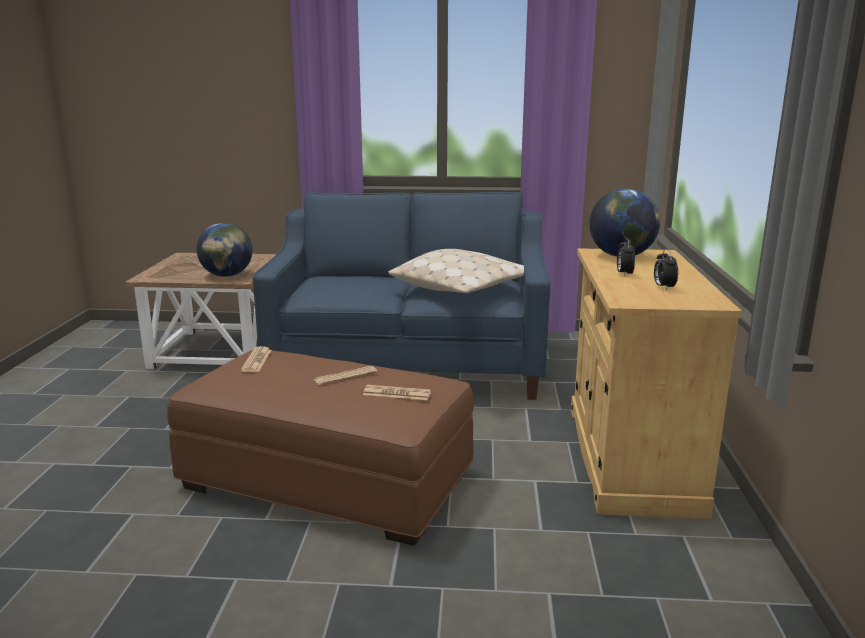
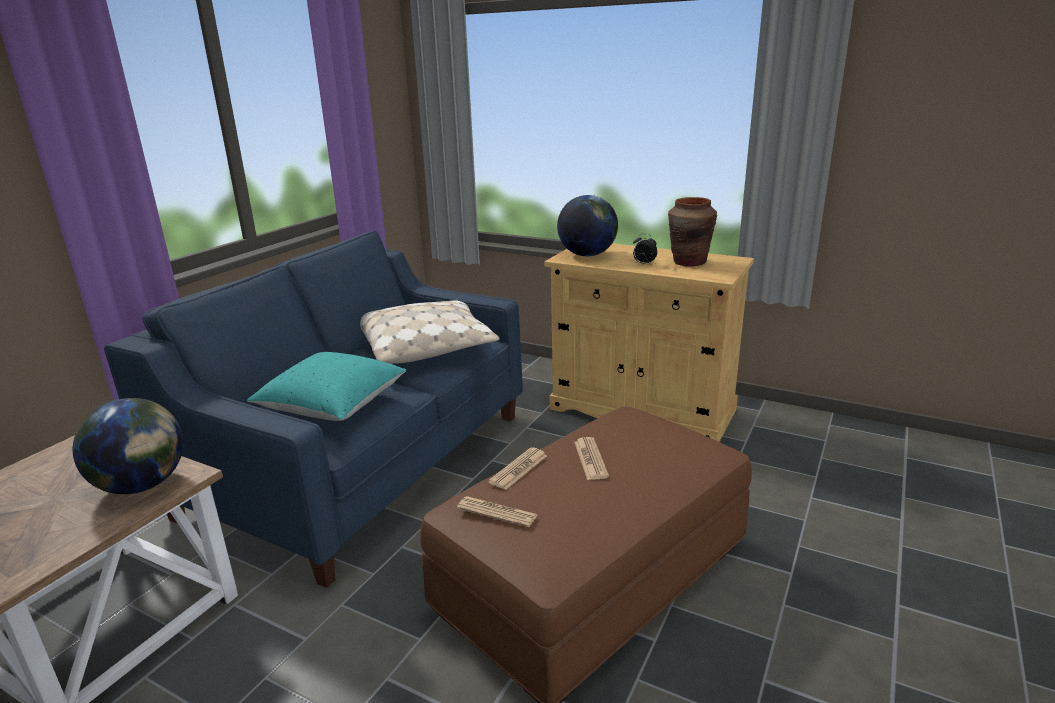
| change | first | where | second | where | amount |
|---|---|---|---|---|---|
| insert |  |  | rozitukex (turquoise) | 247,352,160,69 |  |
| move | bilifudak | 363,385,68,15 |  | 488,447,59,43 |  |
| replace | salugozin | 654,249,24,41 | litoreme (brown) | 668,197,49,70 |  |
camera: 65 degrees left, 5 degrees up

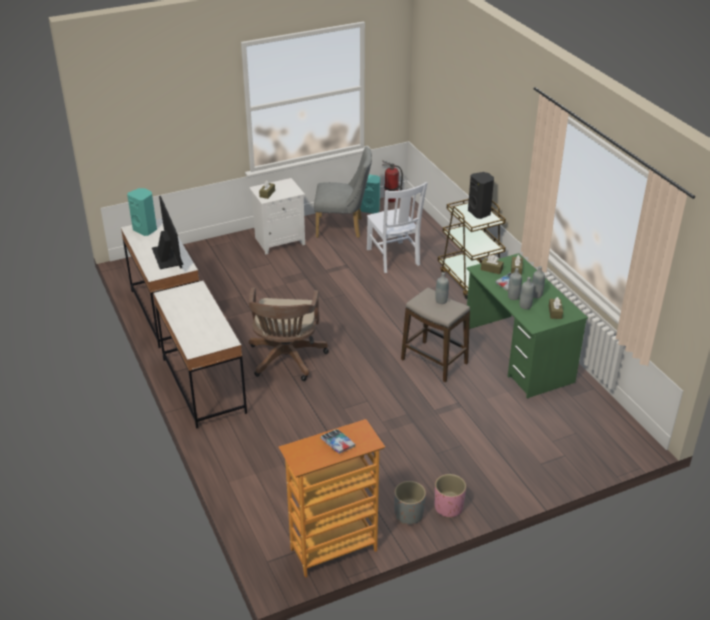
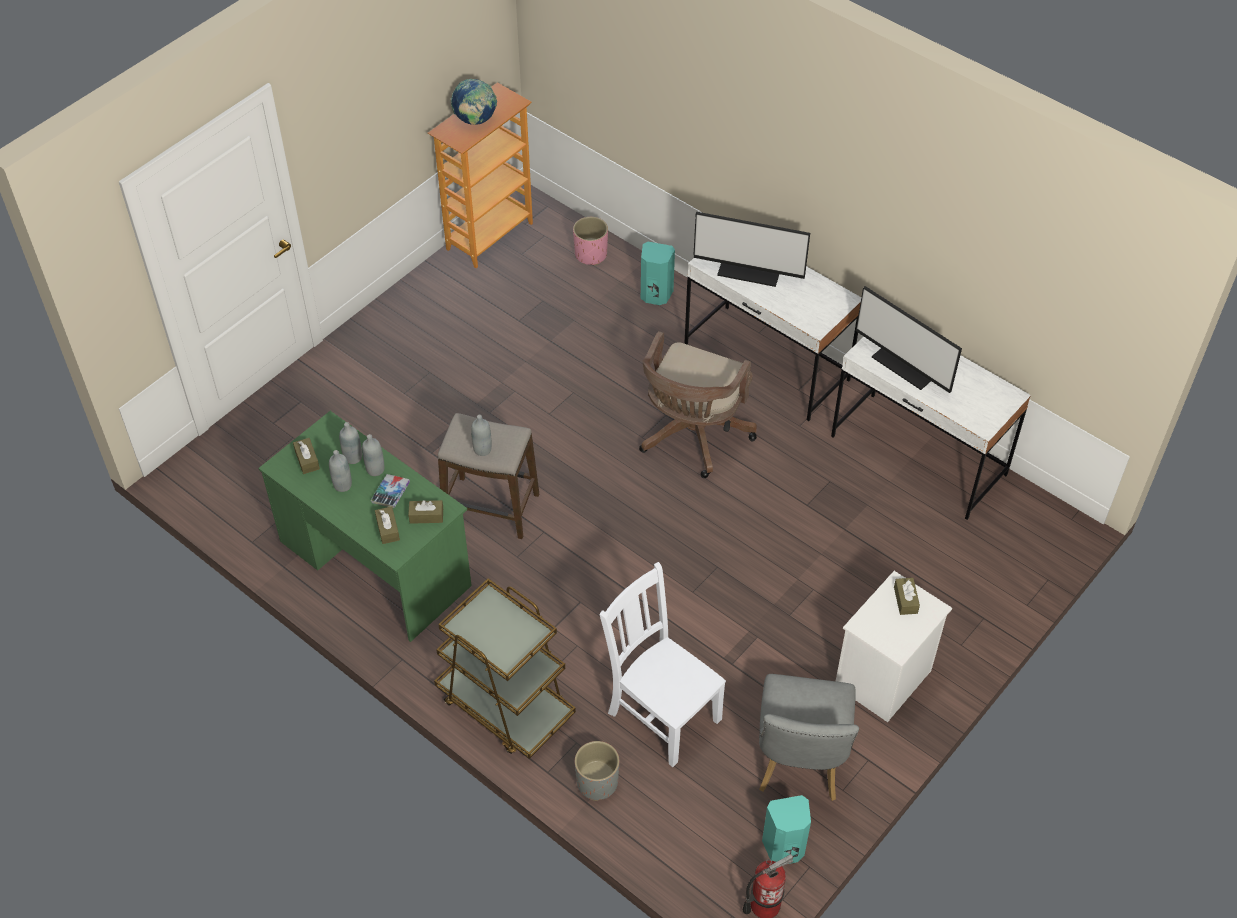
| change | first | where | second | where | amount |
|---|---|---|---|---|---|
| delete | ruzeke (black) | 468,172,26,47 |  |  |  |
| insert |  |  | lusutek | 693,212,117,75 |  |
| move | ruzeke (turquoise) | 127,188,30,48 |  | 641,242,34,63 |  |
| move | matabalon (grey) | 394,481,32,43 |  | 575,741,44,60 |  |
| move | matabalon (pink) | 435,474,31,44 |  | 573,217,35,49 |  |
| replace | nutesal | 321,429,34,25 | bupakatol | 451,79,46,46 |  |
| rotate | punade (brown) | 248,288,81,93 |  | 639,331,118,147 | 135 degrees counterclockwise |
| rotate | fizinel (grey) | 314,146,58,92 |  | 759,674,100,127 | 60 degrees counterclockwise |
camera: 155 degrees right, 15 degrees up

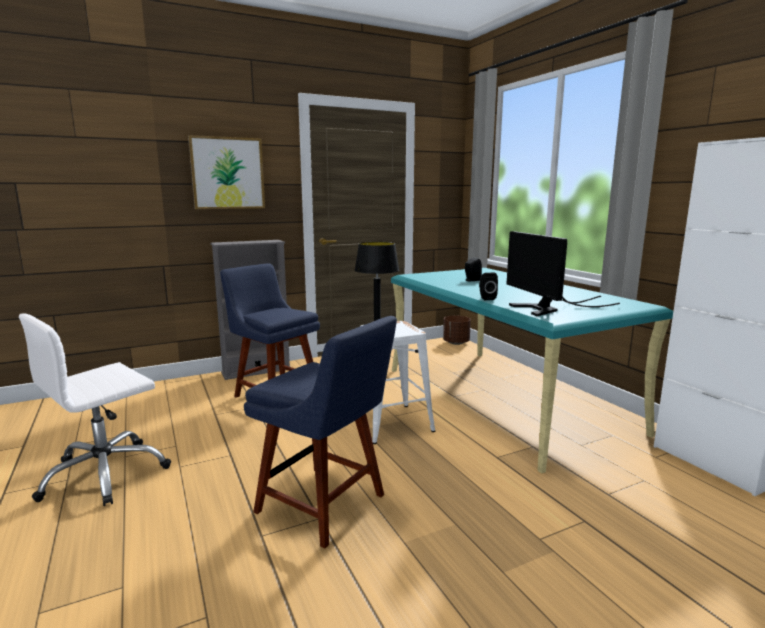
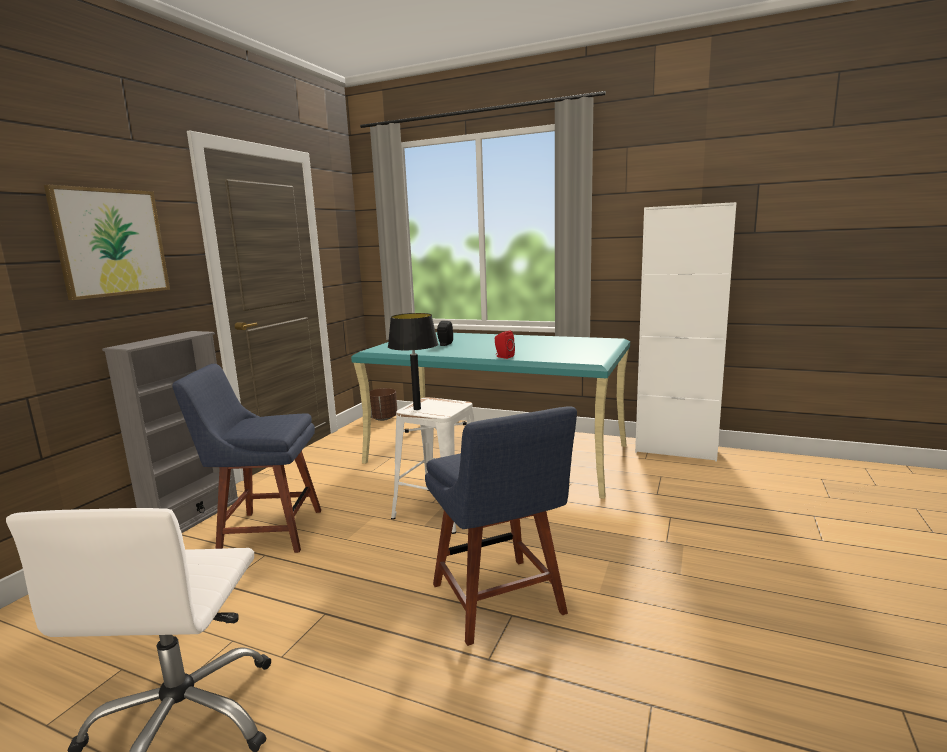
| change | first | where | second | where | amount |
|---|---|---|---|---|---|
| delete | lusutek | 507,231,113,85 |  |  |  |
| recolor | ruzeke (black) | 479,273,19,27 | ruzeke (red) | 495,331,20,28 |  |
| rotate | fizinel (blue) | 244,316,153,232 |  | 425,407,152,239 | 75 degrees clockwise |
camera: 40 degrees left, 0 degrees up

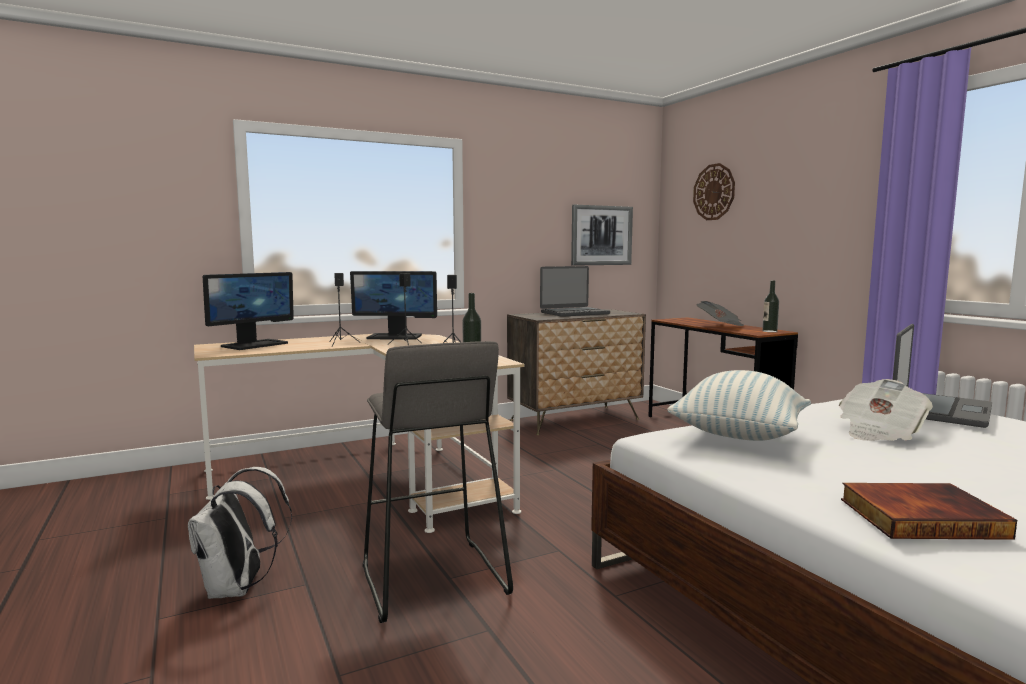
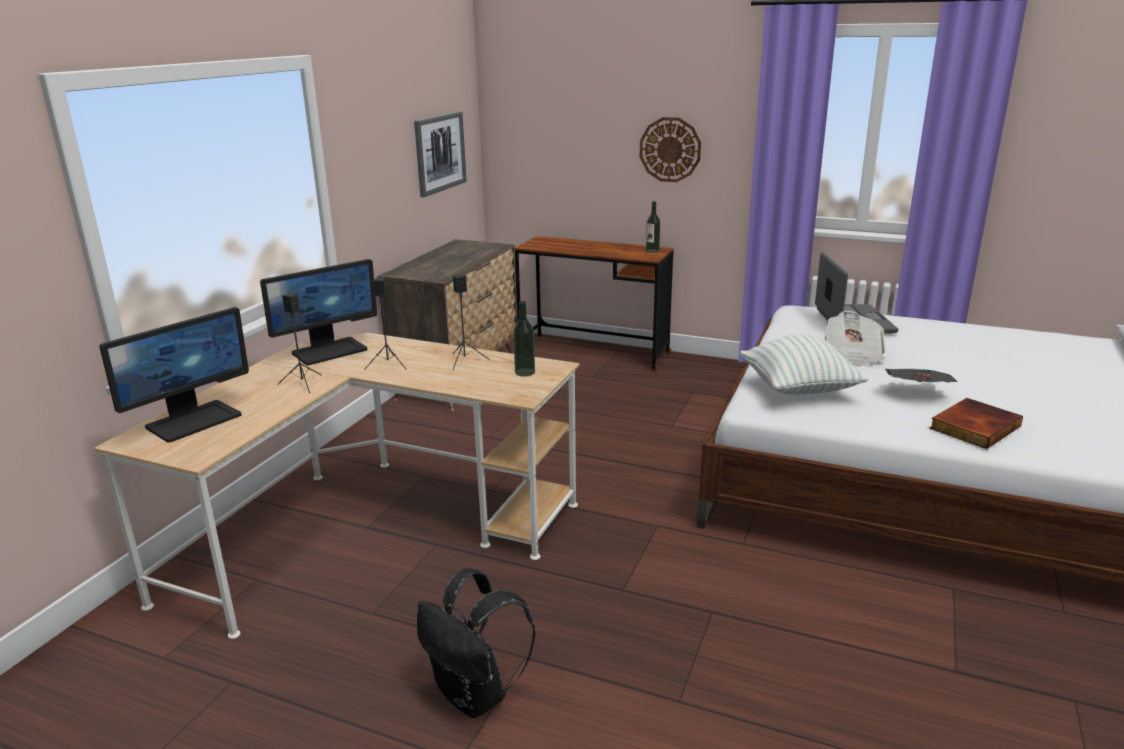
| change | first | where | second | where | amount |
|---|---|---|---|---|---|
| delete | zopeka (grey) | 363,341,150,282 |  |  |  |
| delete | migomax | 540,266,70,51 |  |  |  |
| move | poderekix | 693,163,42,57 |  | 640,117,61,65 |  |
| move | bilifudak | 697,301,47,25 |  | 885,369,72,14 |  |
| recolor | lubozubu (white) | 188,467,104,132 | lubozubu (black) | 417,568,118,150 |  |
| rotate | lusutek | 203,272,91,78 |  | 99,307,150,135 | 45 degrees clockwise |
camera: 40 degrees left, 15 degrees up

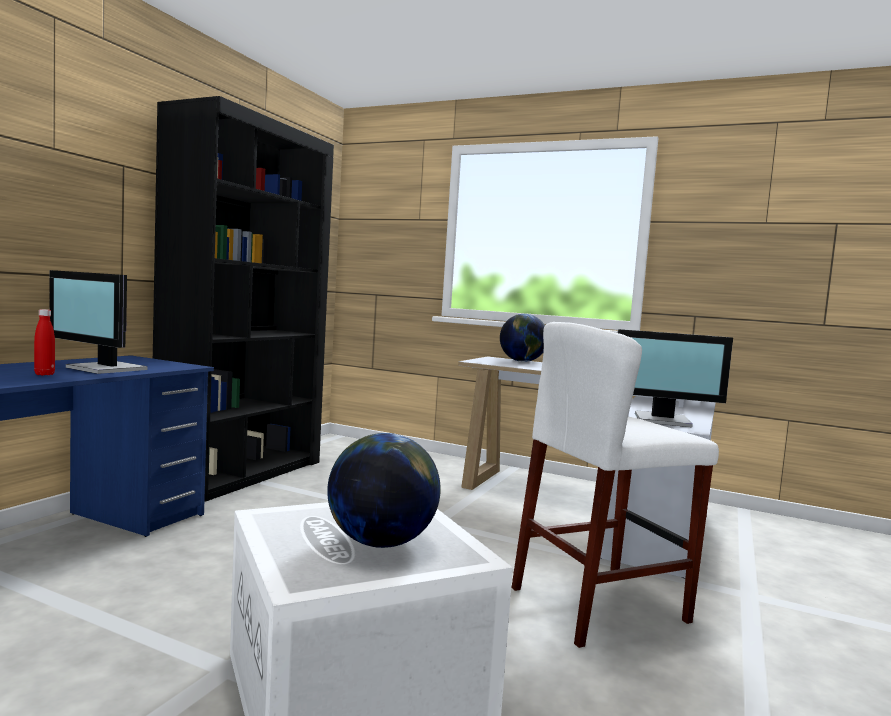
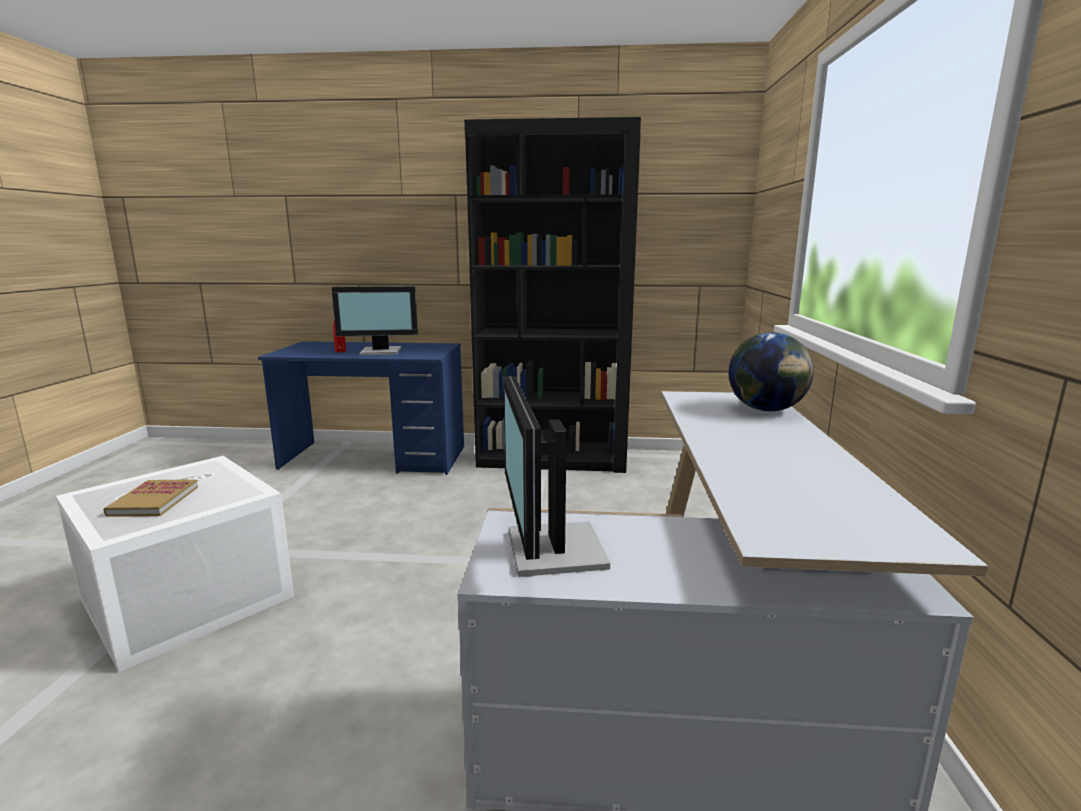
| change | first | where | second | where | amount |
|---|---|---|---|---|---|
| delete | zopeka (white) | 511,322,208,326 |  |  |  |
| replace | bupakatol | 327,433,114,115 | nutesal | 103,479,95,38 |  |
| rotate | lusutek | 49,270,98,104 |  | 331,286,87,70 | 105 degrees counterclockwise |
camera: 70 degrees right, 10 degrees up

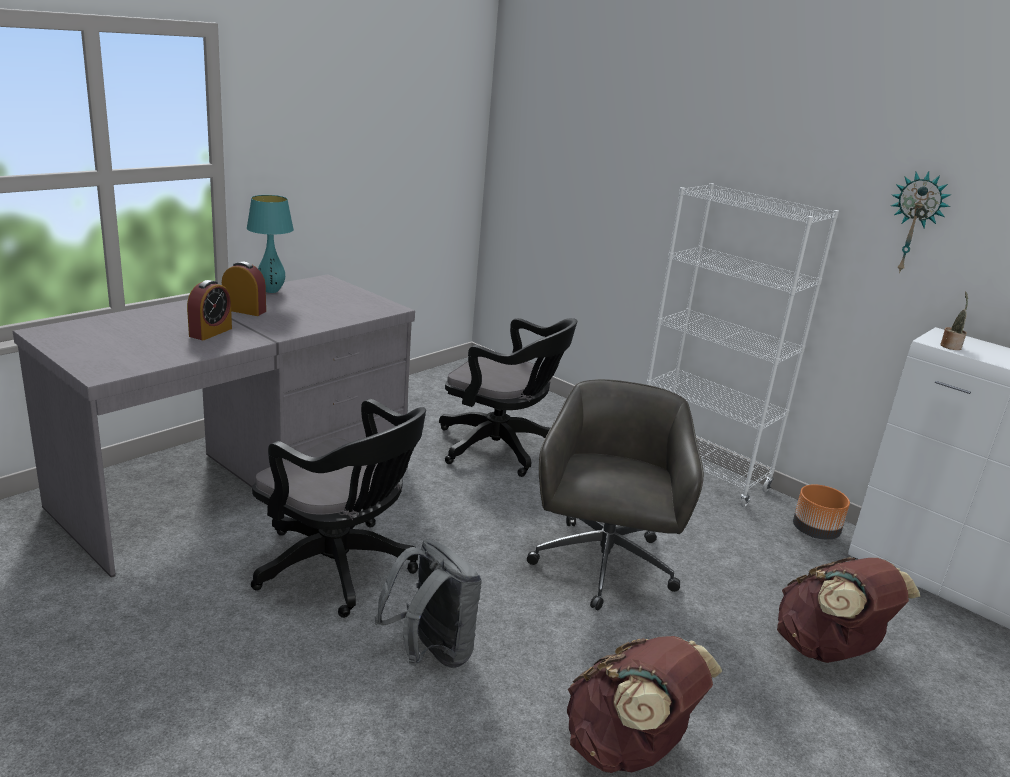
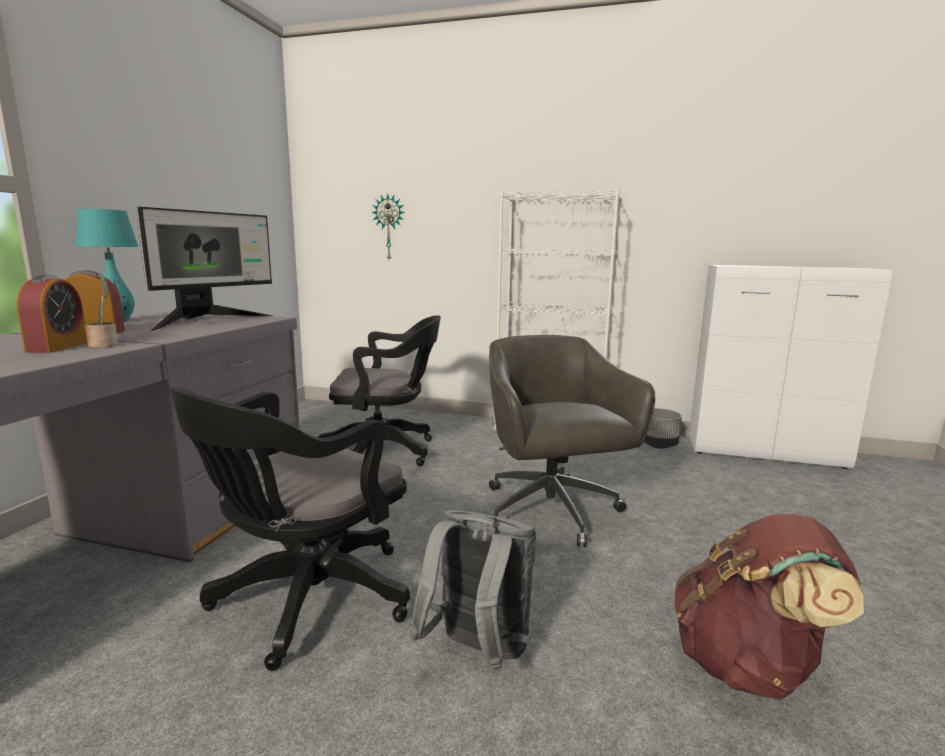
| change | first | where | second | where | amount |
|---|---|---|---|---|---|
| delete | lubozubu (brown) | 777,557,143,106 |  |  |  |
| insert |  |  | lusutek | 136,207,137,124 |  |
| move | poderekix | 891,171,60,103 |  | 371,194,34,66 |  |
| move | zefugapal | 940,291,28,59 |  | 84,274,34,74 |  |
| recolor | matabalon (orange) | 793,484,57,56 | matabalon (grey) | 644,408,38,41 |  |
| rotate | punade (black) | 251,399,175,219 |  | 169,387,241,284 | 120 degrees clockwise |
camera: 25 degrees left, 10 degrees down

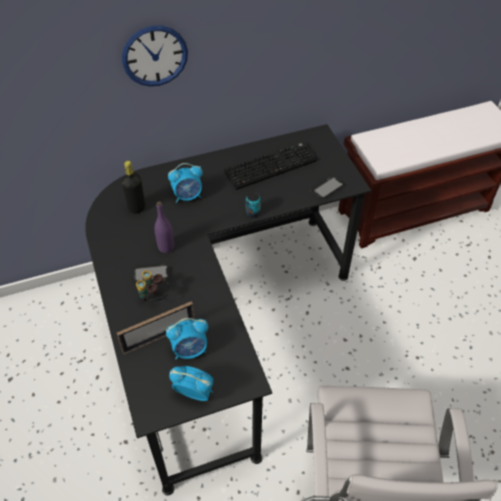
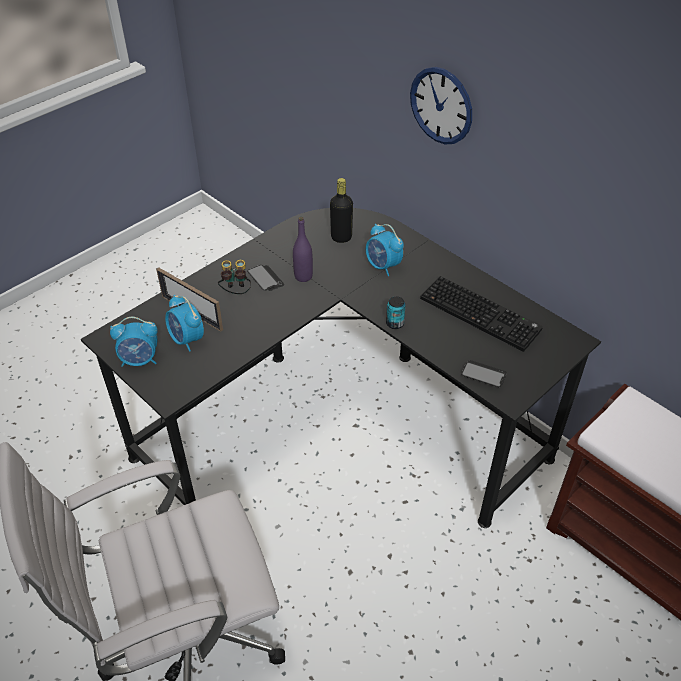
| change | first | where | second | where | amount |
|---|---|---|---|---|---|
| rotate | salugozin | 169,366,44,35 |  | 110,317,48,50 | 90 degrees clockwise |
camera: 65 degrees right, 5 degrees down

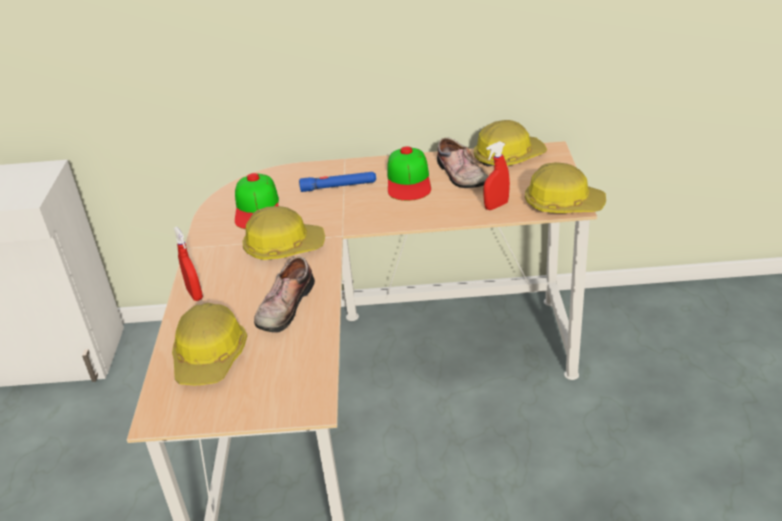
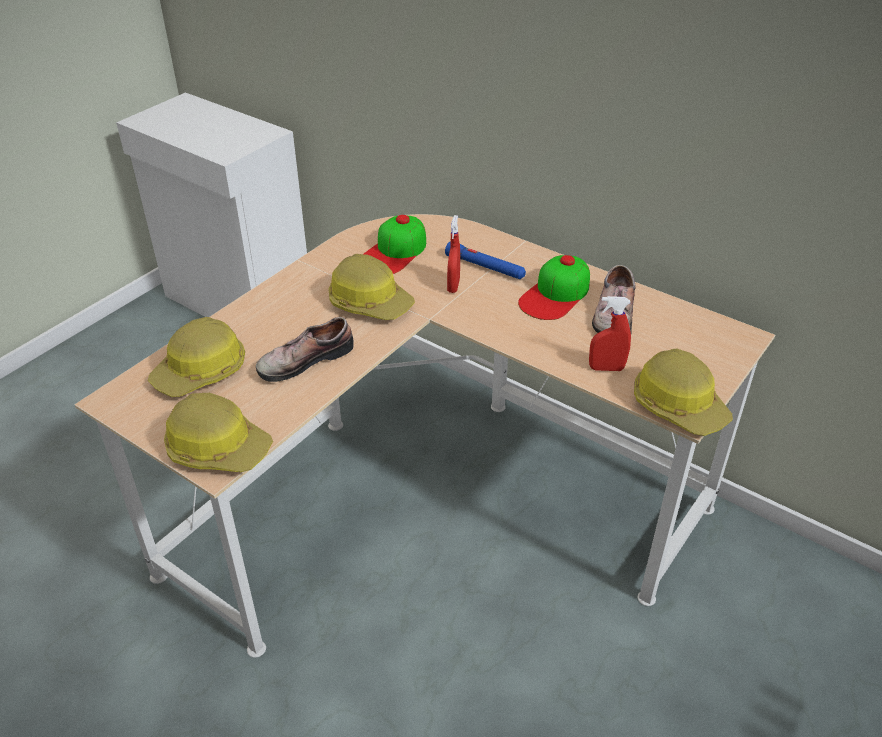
| change | first | where | second | where | amount |
|---|---|---|---|---|---|
| move | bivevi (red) | 173,227,30,74 |  | 447,215,13,78 |  |
| move | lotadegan | 474,120,73,47 |  | 164,393,109,79 |  |
camera: 35 degrees right, 5 degrees up

